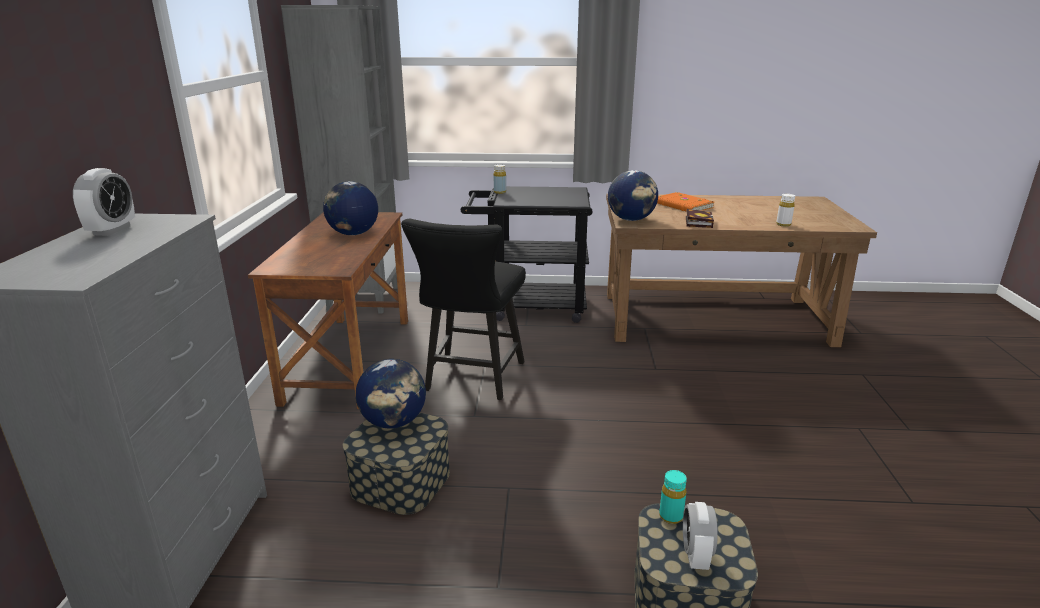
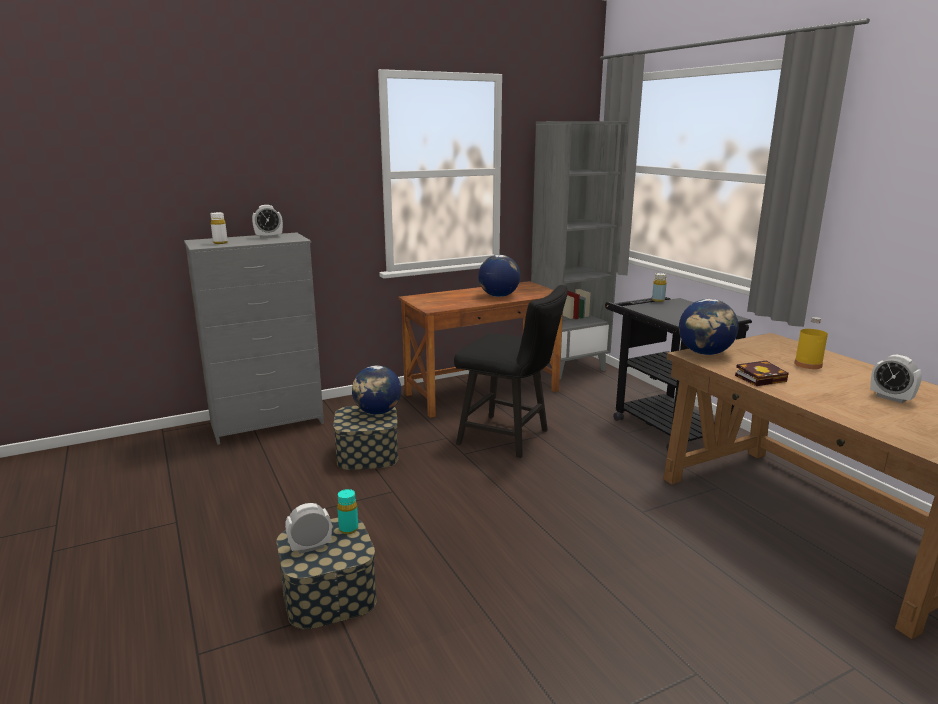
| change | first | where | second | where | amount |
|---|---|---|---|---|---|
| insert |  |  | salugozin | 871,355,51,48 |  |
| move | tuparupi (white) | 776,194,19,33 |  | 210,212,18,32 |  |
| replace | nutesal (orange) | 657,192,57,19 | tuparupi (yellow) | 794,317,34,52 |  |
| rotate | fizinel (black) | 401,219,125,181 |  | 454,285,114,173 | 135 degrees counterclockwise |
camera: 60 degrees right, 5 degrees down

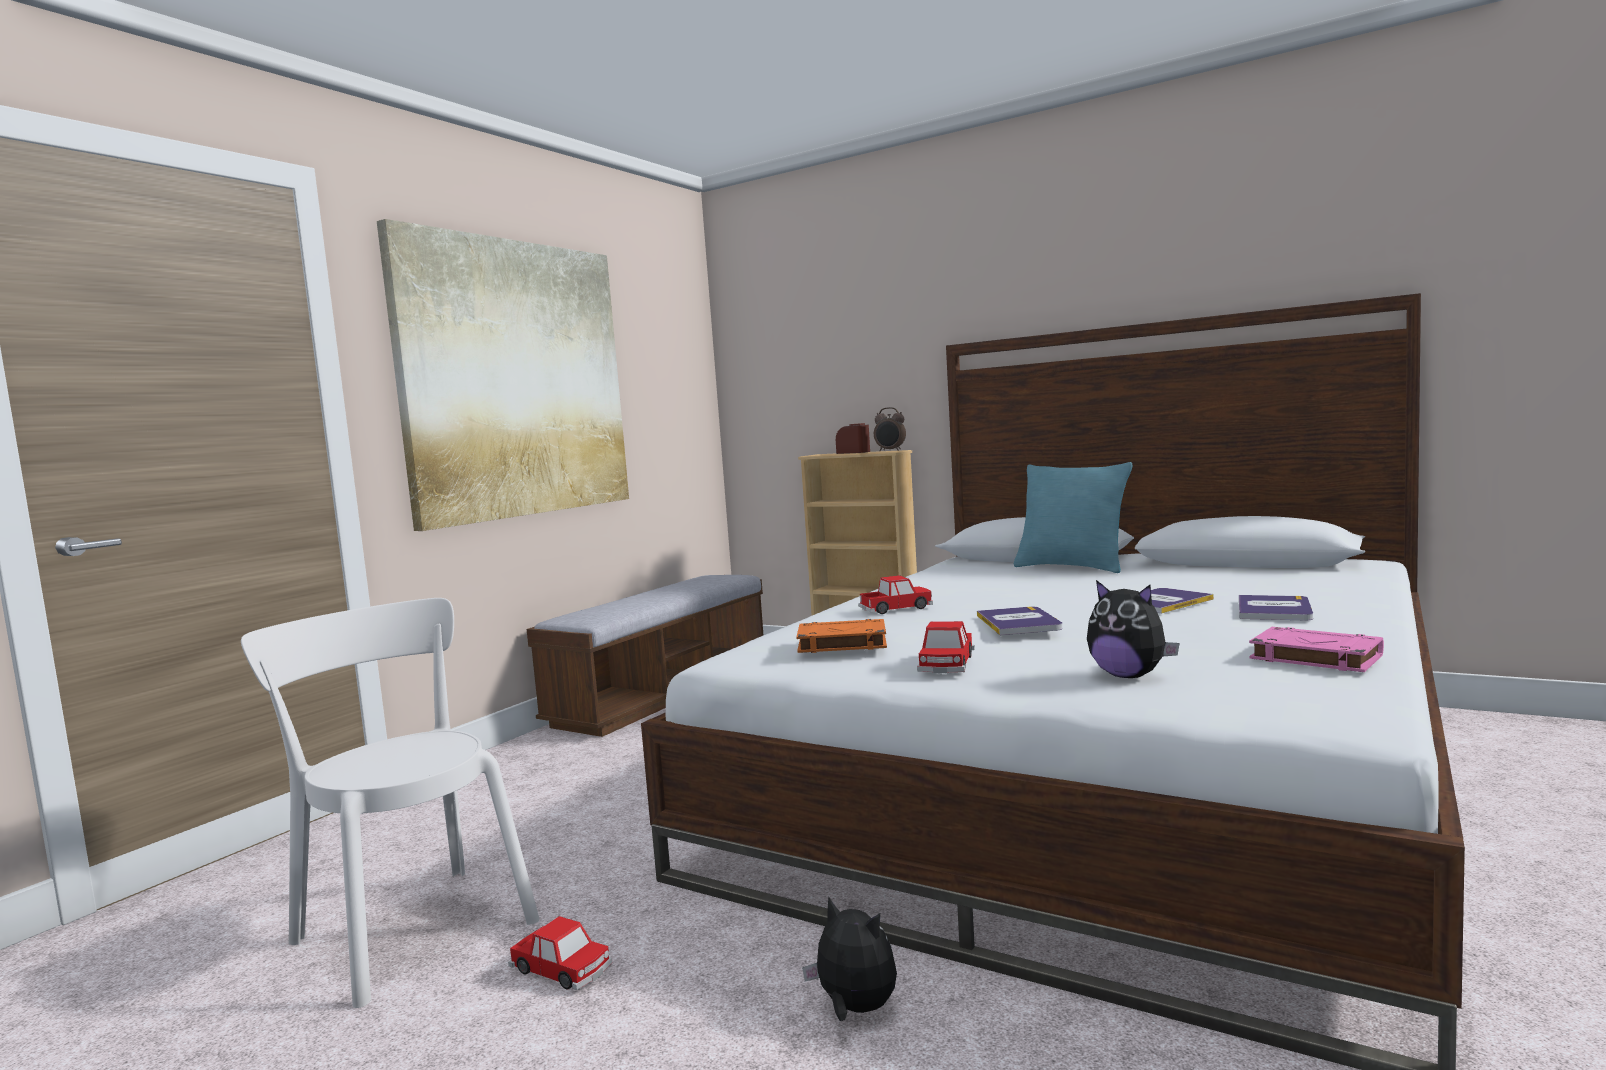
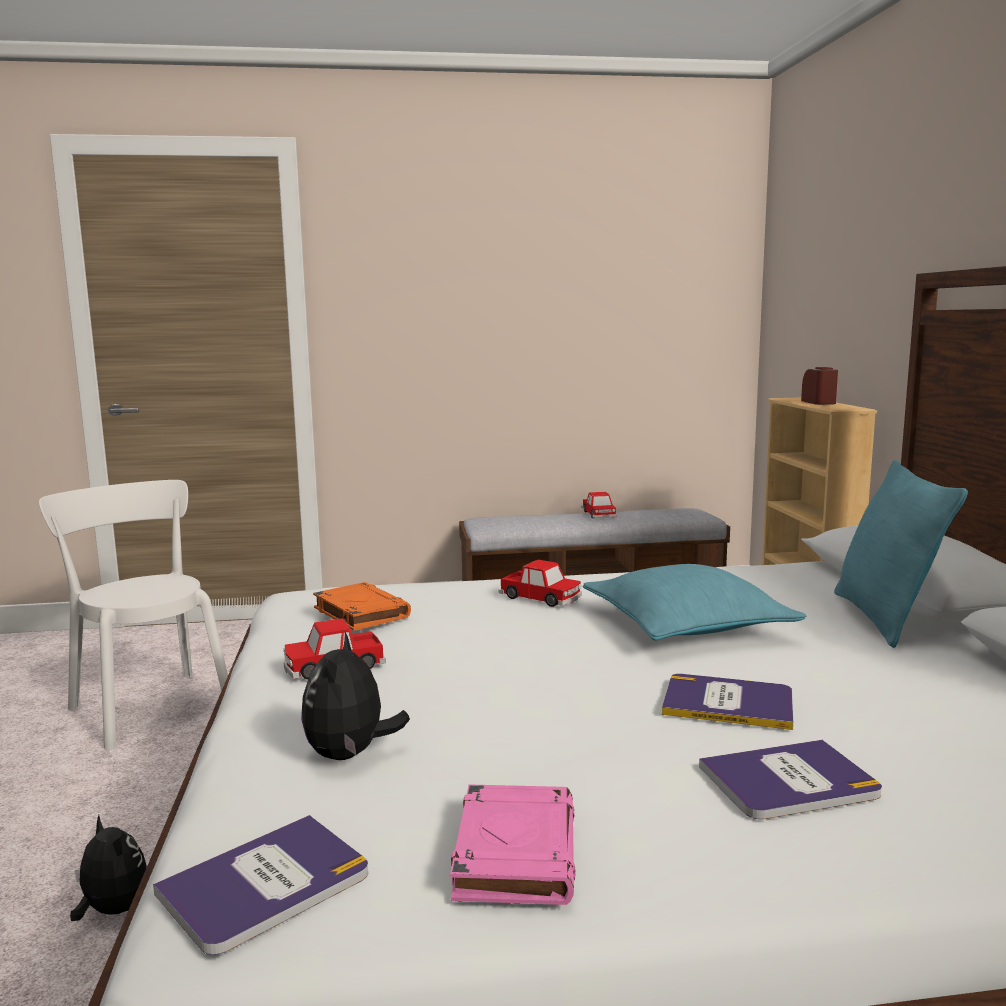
| change | first | where | second | where | amount |
|---|---|---|---|---|---|
| delete | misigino | 377,219,252,312 |  |  |  |
| delete | salugozin | 874,407,32,44 |  |  |  |
| insert |  |  | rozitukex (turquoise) | 583,564,223,76 |  |
| move | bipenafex | 508,916,104,74 |  | 582,492,35,26 |  |
| move | nutesal | 977,606,85,29 |  | 153,815,215,140 |  |
| rotate | fizinel (white) | 241,598,298,410 |  | 39,480,189,270 | 45 degrees counterclockwise |
| rotate | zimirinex | 802,896,95,125 |  | 70,815,77,106 | 45 degrees counterclockwise |
camera: 50 degrees right, 5 degrees up

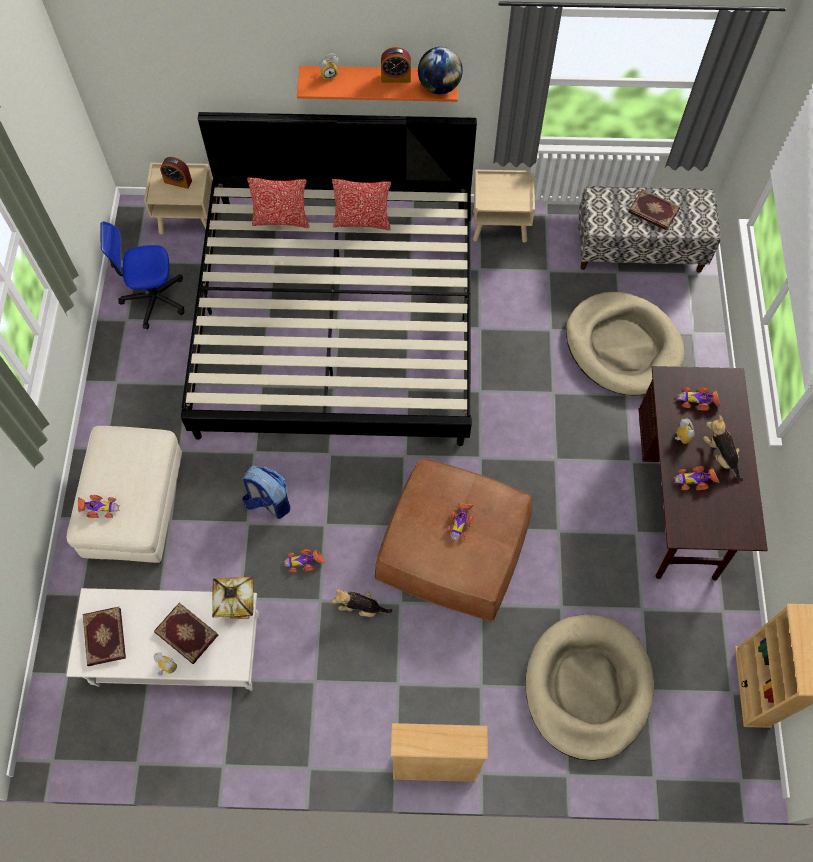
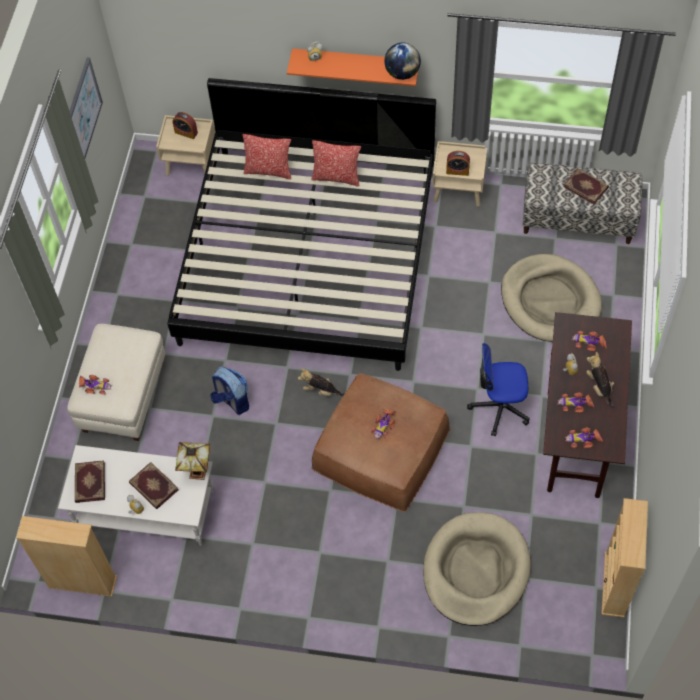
| change | first | where | second | where | amount |
|---|---|---|---|---|---|
| insert |  |  | misigino | 70,57,33,101 |  |
| move | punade | 101,222,84,107 |  | 467,343,63,93 |  |
| move | bipenafex | 283,549,42,23 |  | 565,428,38,20 |  |
| move | zimirinex | 332,589,60,28 |  | 298,368,47,28 |  |
| move | salugozin | 381,47,30,36 |  | 446,151,24,25 |  |
| move | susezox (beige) | 391,723,97,59 |  | 16,516,101,81 |  |
camera: 10 degrees right, 5 degrees down

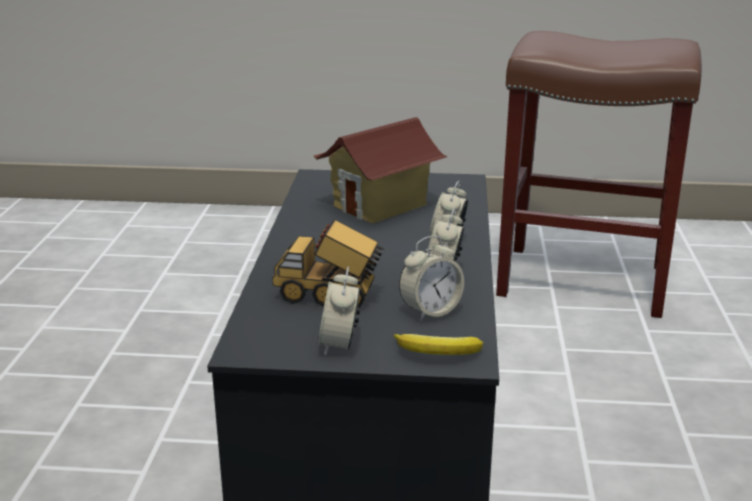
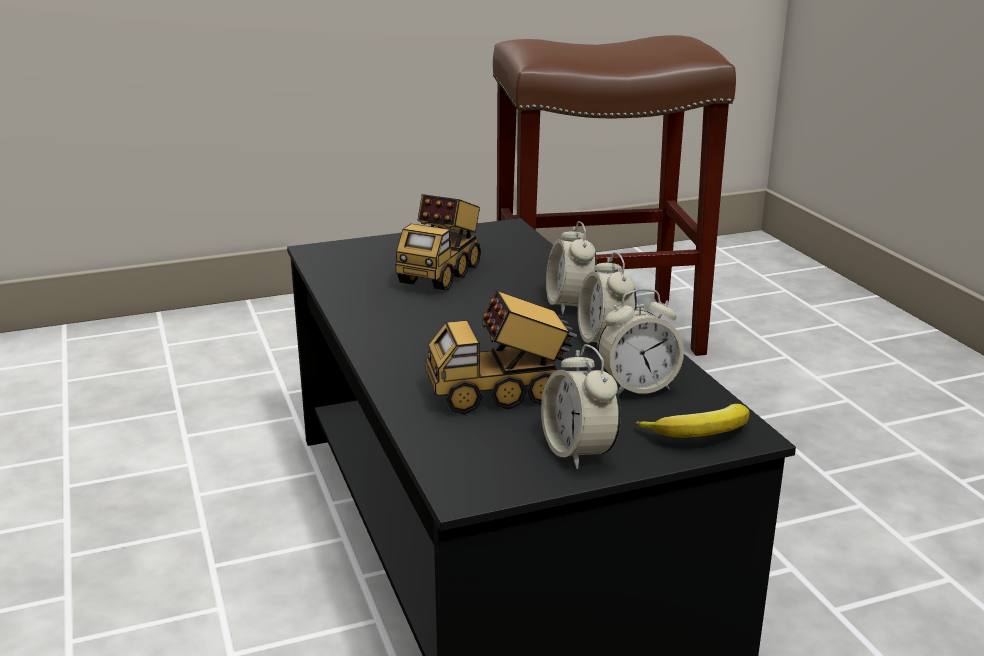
| change | first | where | second | where | amount |
|---|---|---|---|---|---|
| replace | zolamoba | 313,117,135,107 | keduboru | 395,194,86,96 |  |
| rotate | salugozin | 399,236,65,85 |  | 598,289,86,106 | 45 degrees clockwise |
camera: 25 degrees left, 0 degrees up

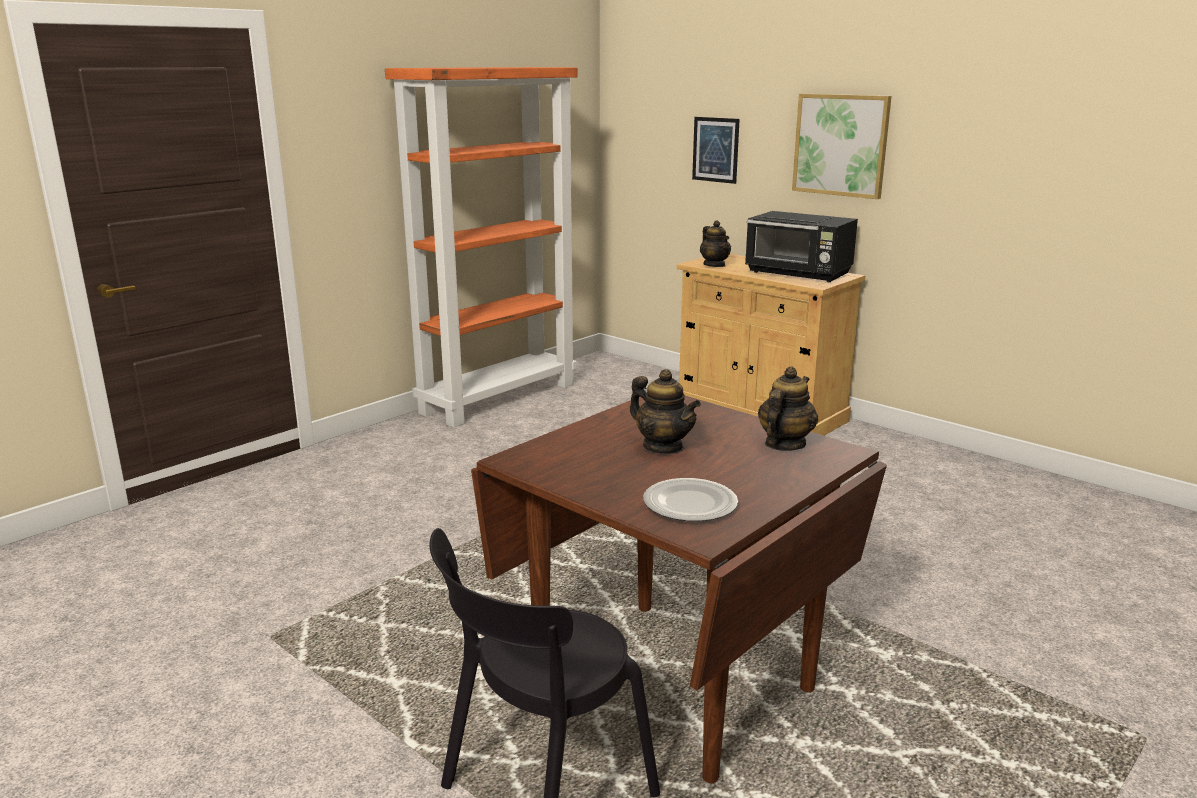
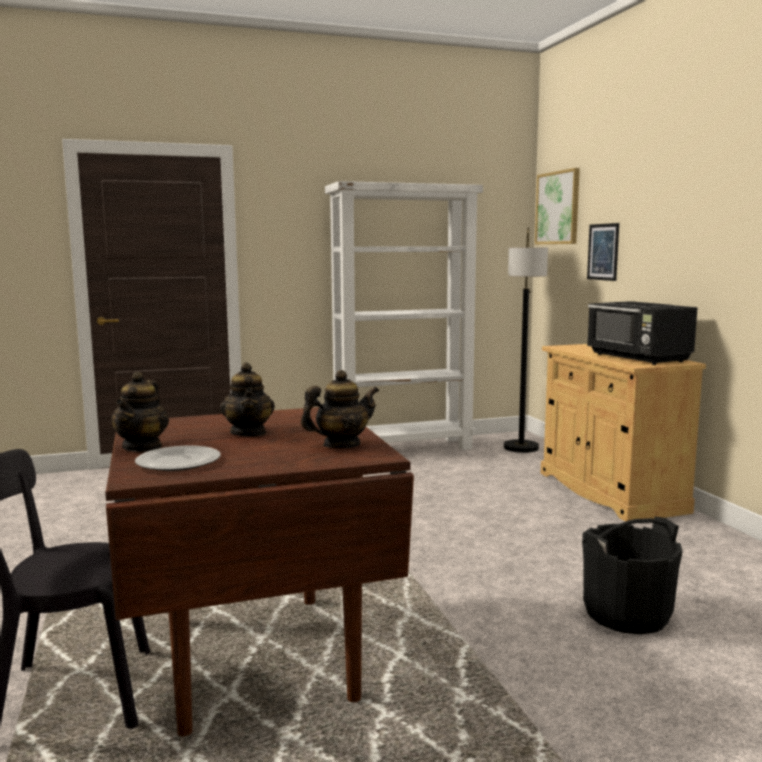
| change | first | where | second | where | amount |
|---|---|---|---|---|---|
| insert |  |  | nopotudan | 504,228,44,225 |  |
| insert |  |  | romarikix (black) | 582,517,100,117 |  |
| move | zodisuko | 700,221,31,46 |  | 111,371,58,81 |  |
| move | misigino | 792,94,100,105 |  | 535,168,45,76 |  |
| recolor | susezox (orange) | 385,67,193,361 | susezox (white) | 325,181,158,269 |  |
camera: 30 degrees right, 10 degrees down

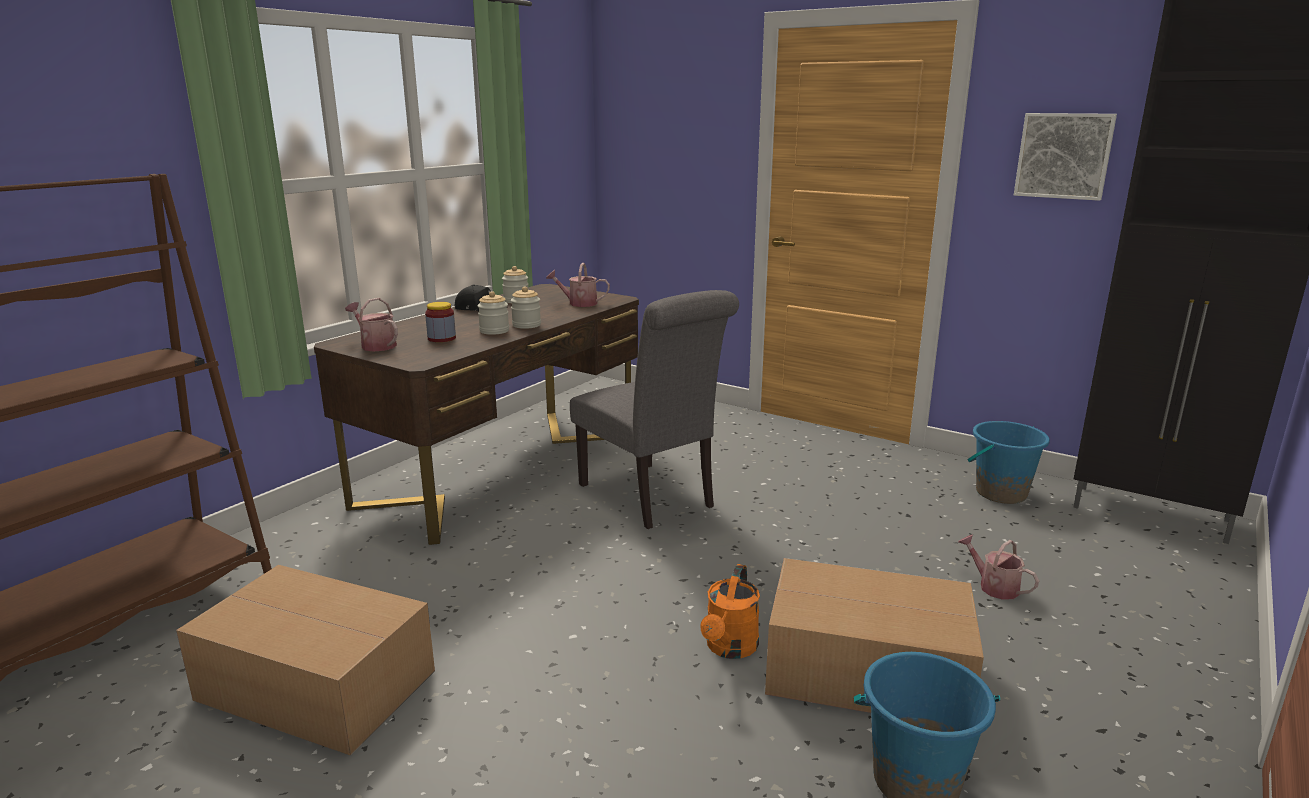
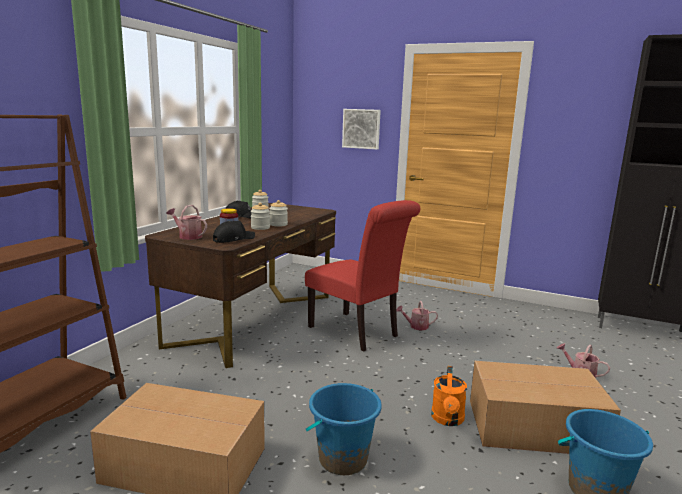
| change | first | where | second | where | amount |
|---|---|---|---|---|---|
| insert |  |  | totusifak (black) | 213,221,42,22 |  |
| move | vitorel | 546,263,64,44 |  | 396,301,42,29 |  |
| move | romarikix (blue) | 968,421,82,83 |  | 306,383,76,92 |  |
| move | misigino | 1014,113,103,88 |  | 342,109,39,41 |  |
| recolor | fizinel (grey) | 570,290,169,239 | fizinel (red) | 305,200,115,151 |  |
camera: 10 degrees left, 5 degrees down

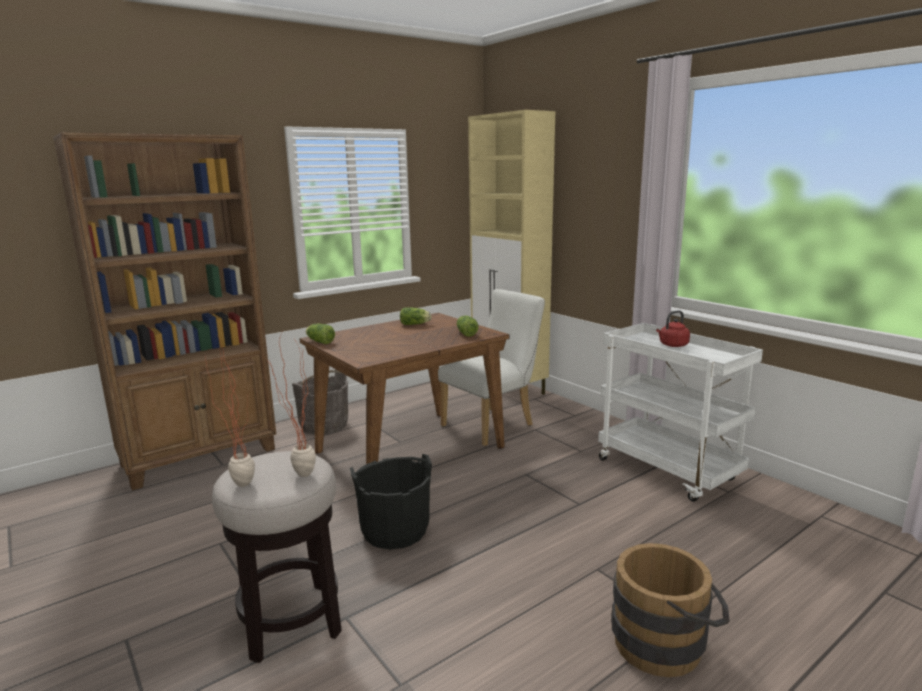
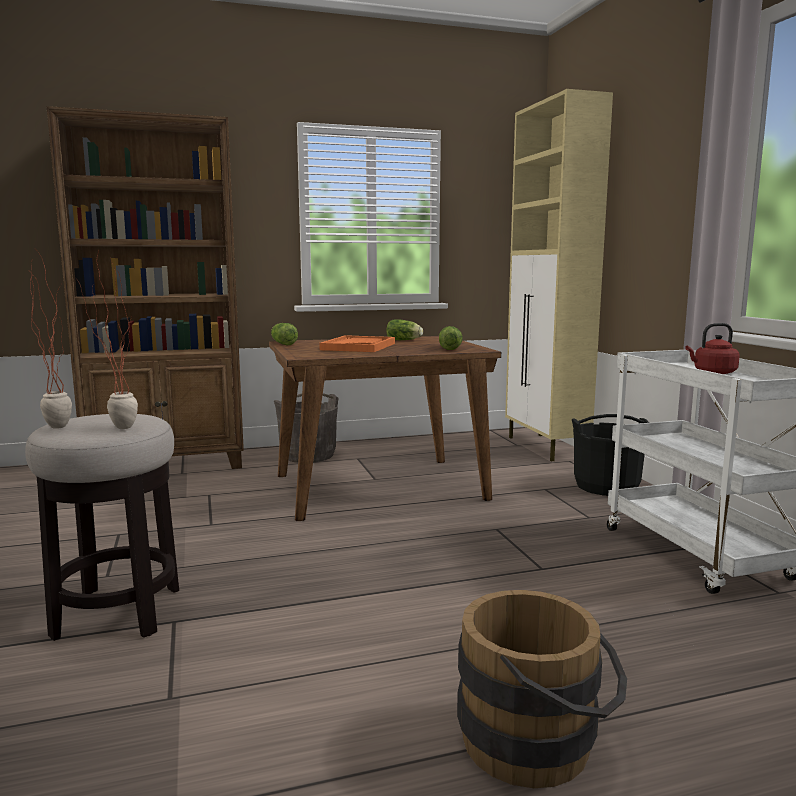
| change | first | where | second | where | amount |
|---|---|---|---|---|---|
| delete | fizinel (white) | 438,289,107,157 |  |  |  |
| insert |  |  | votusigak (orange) | 319,335,76,17 |  |
| move | romarikix (black) | 350,454,82,95 |  | 572,414,77,82 |  |
camera: 20 degrees right, 5 degrees down

